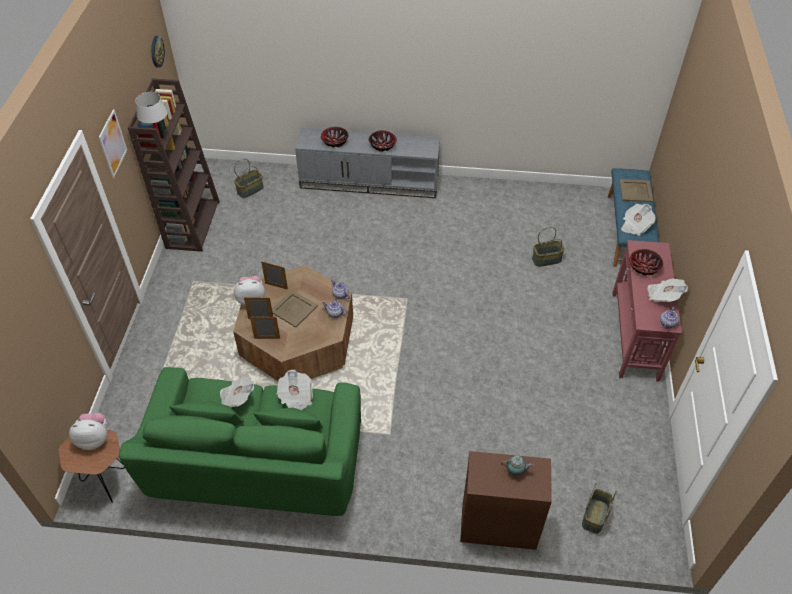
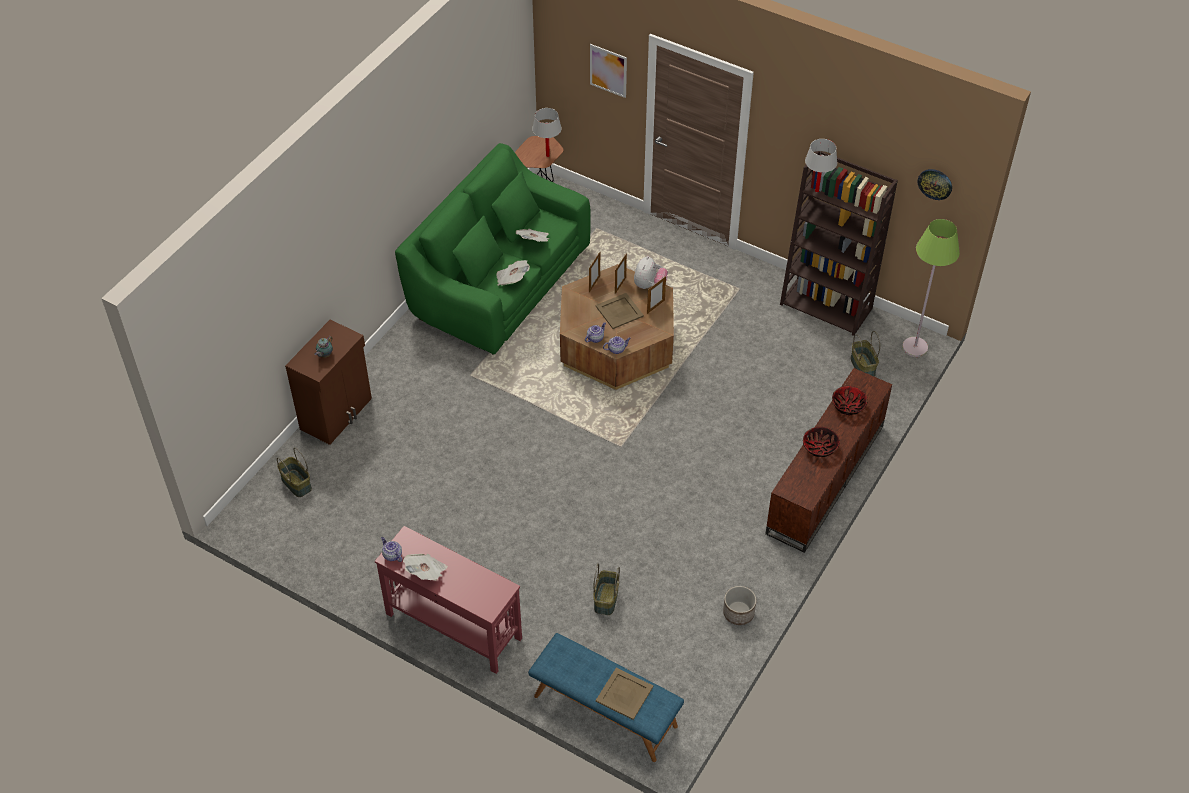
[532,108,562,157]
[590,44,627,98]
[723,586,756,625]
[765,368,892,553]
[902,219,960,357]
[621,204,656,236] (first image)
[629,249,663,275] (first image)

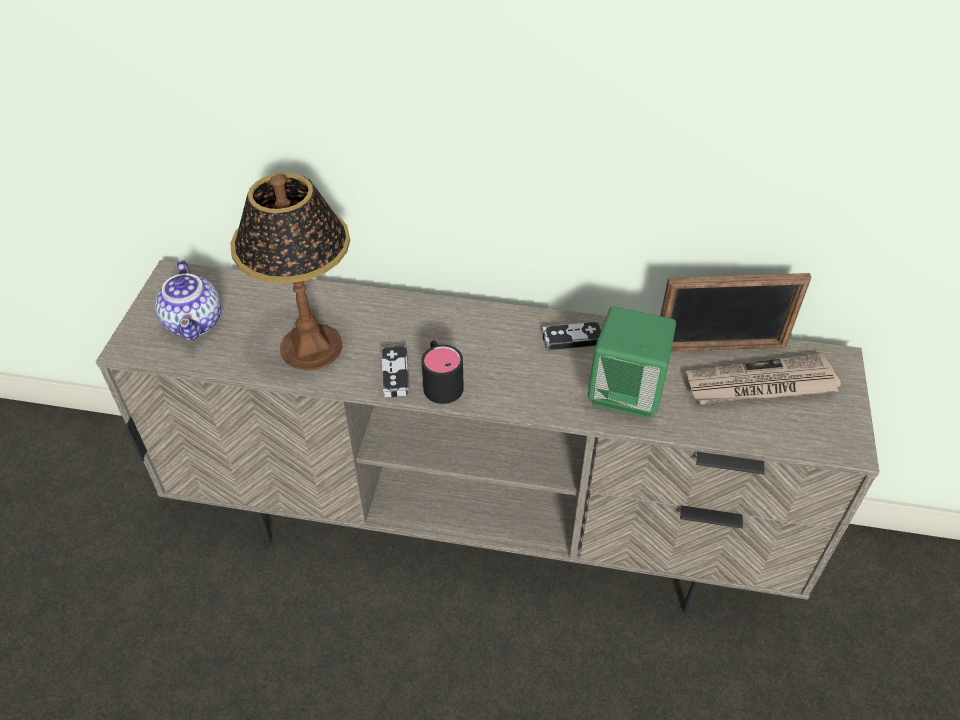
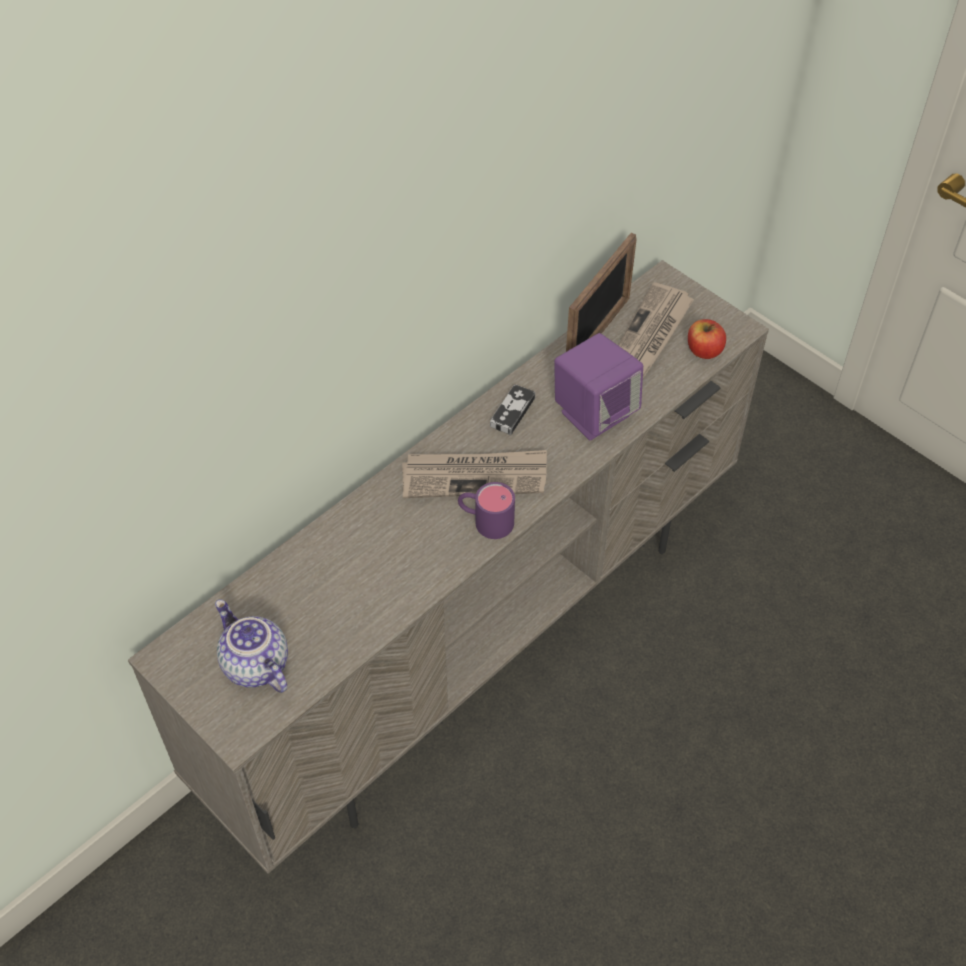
[215,599,288,693]
[402,450,547,498]
[458,482,515,539]
[554,333,643,440]
[688,319,726,359]
[230,173,350,370] (first image)
[381,346,410,397] (first image)

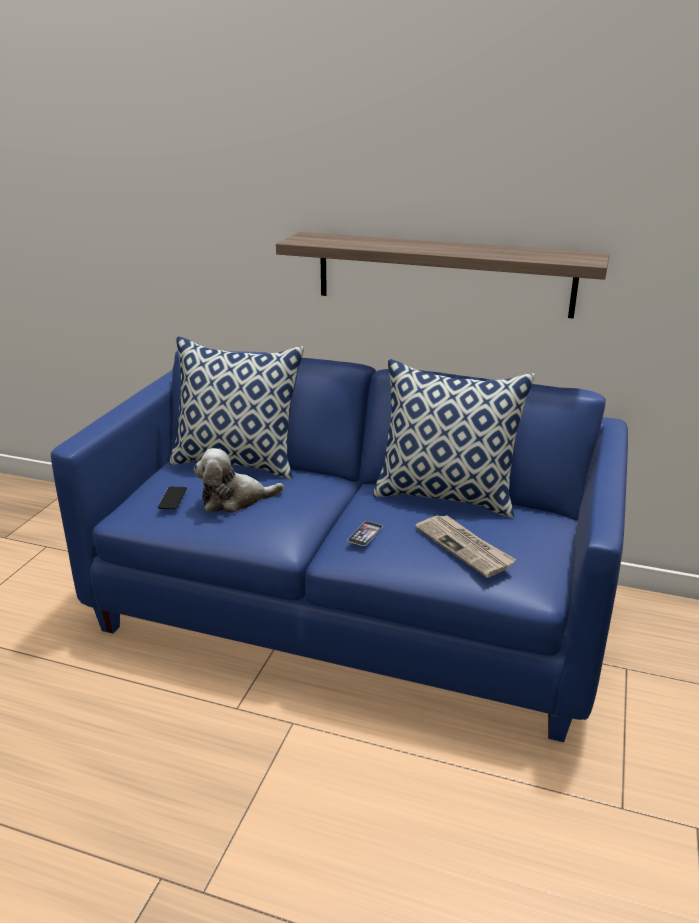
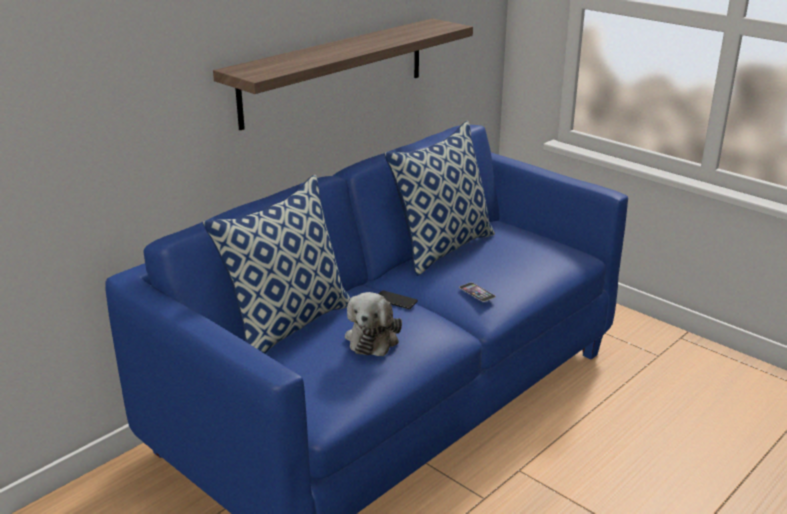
[379,290,418,309]
[415,515,516,578] (first image)

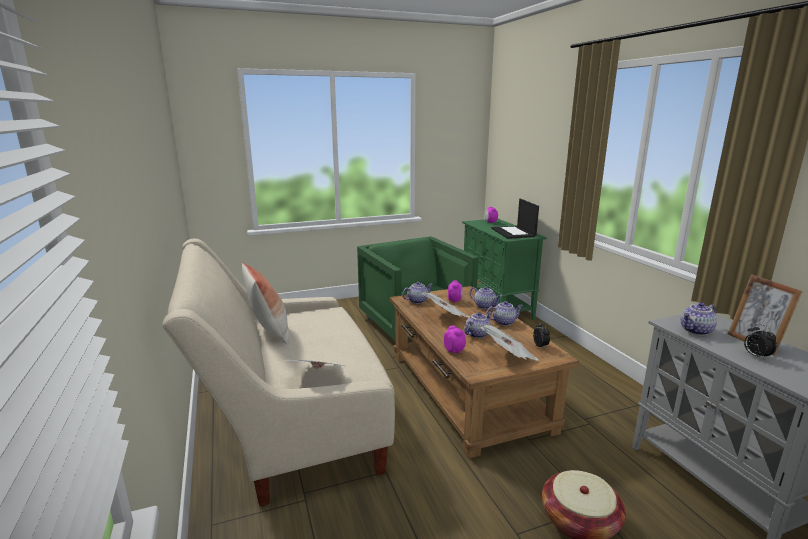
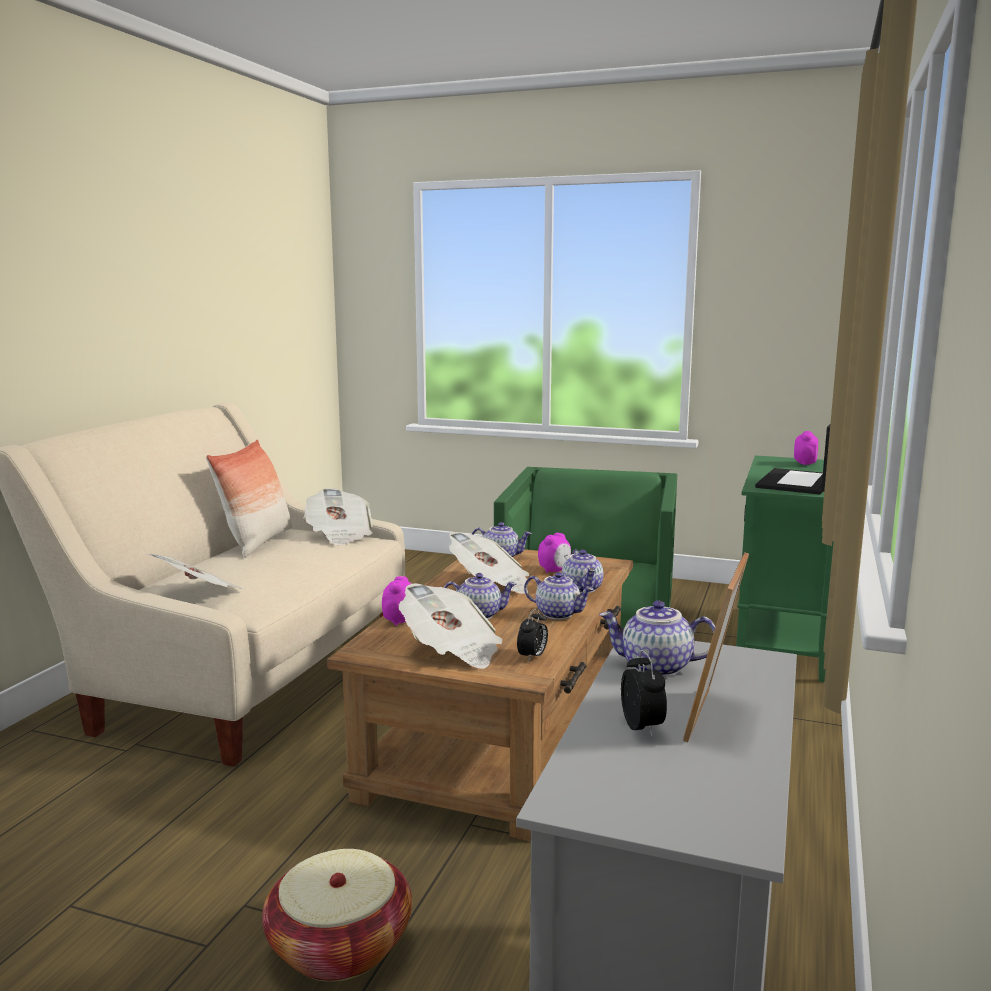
[304,488,372,546]
[621,650,667,738]

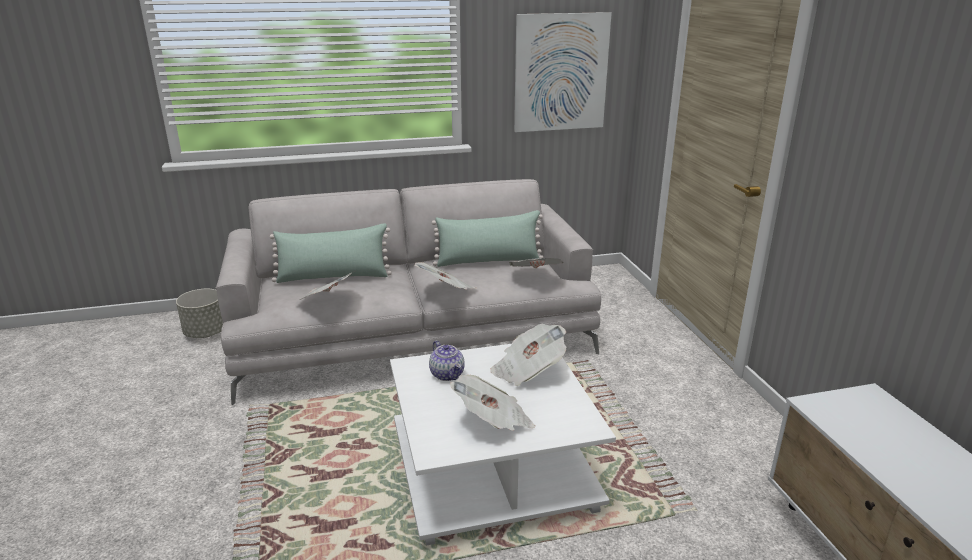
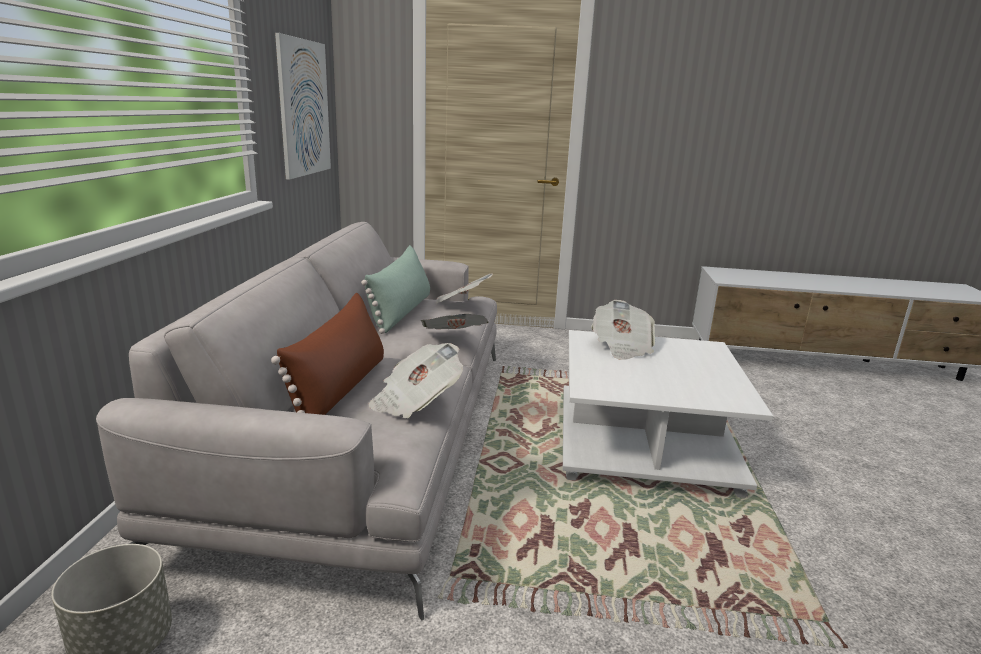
[271,293,384,415]
[429,340,465,381] (first image)
[450,375,536,431] (first image)

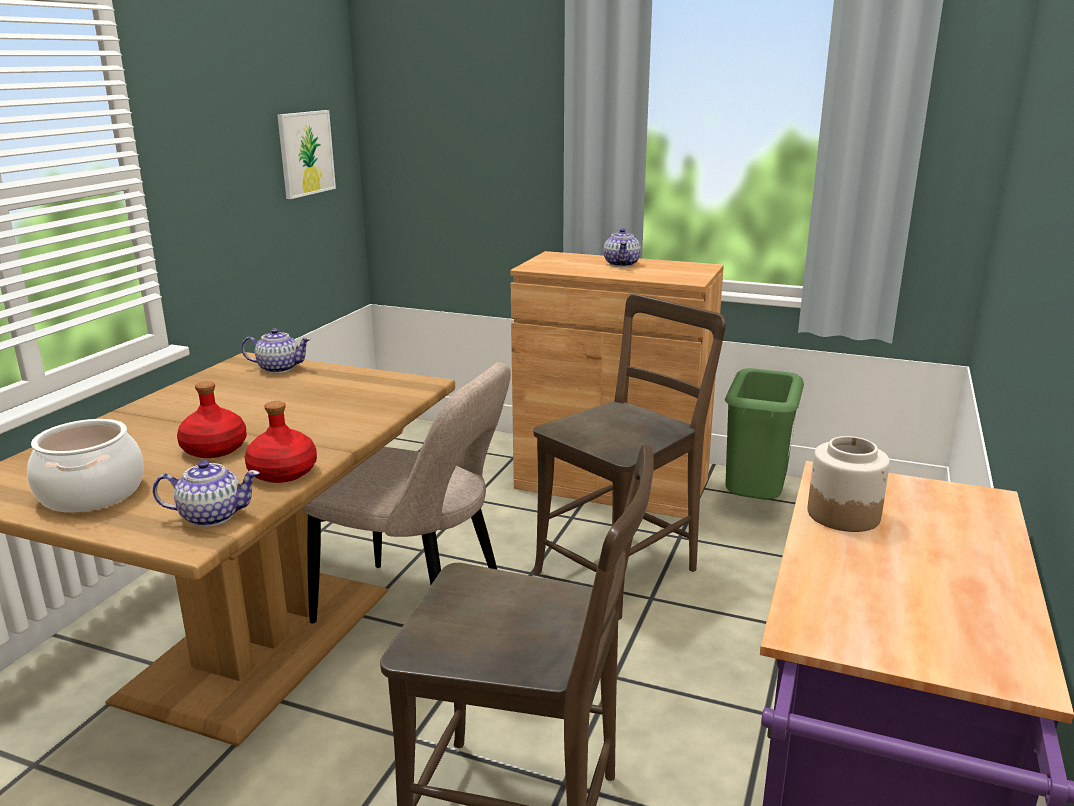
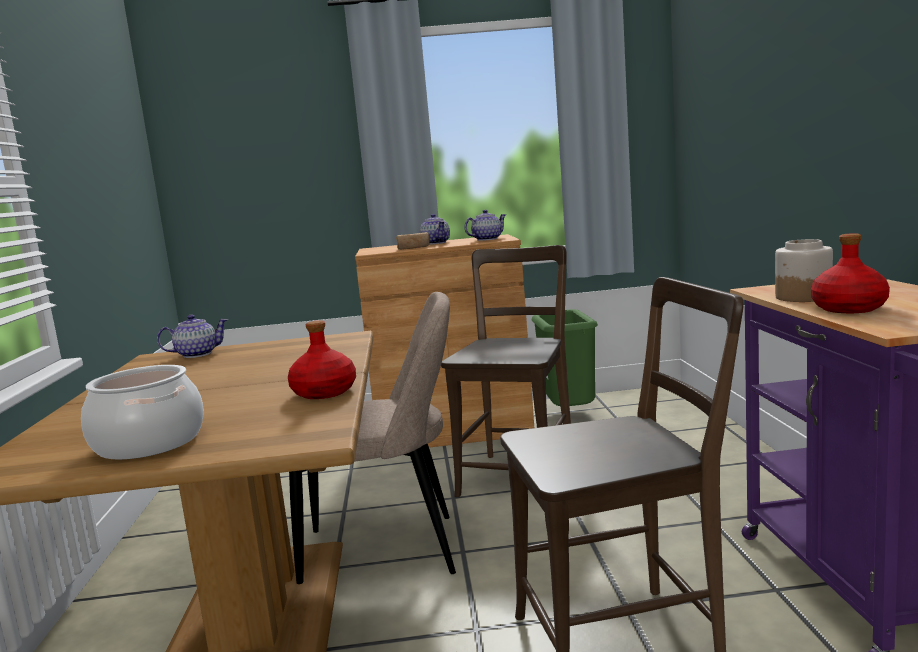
[396,232,430,250]
[464,210,506,241]
[811,233,890,313]
[277,110,336,199] (first image)

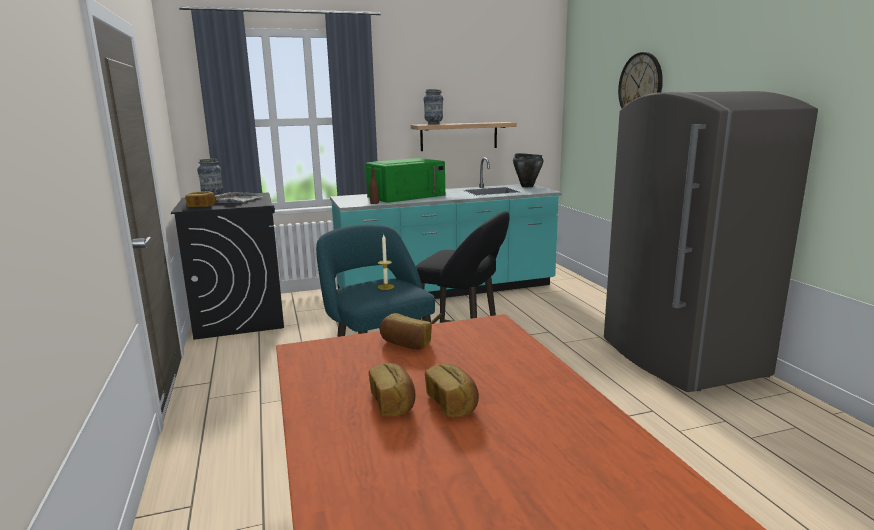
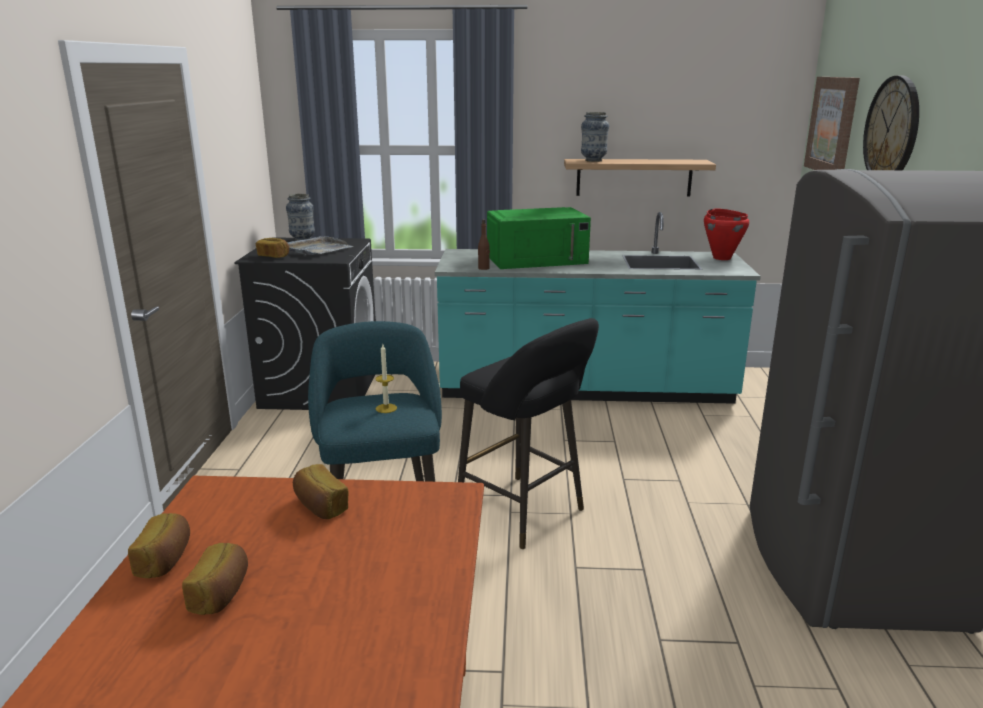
[128,513,190,578]
[704,209,749,260]
[804,77,860,170]

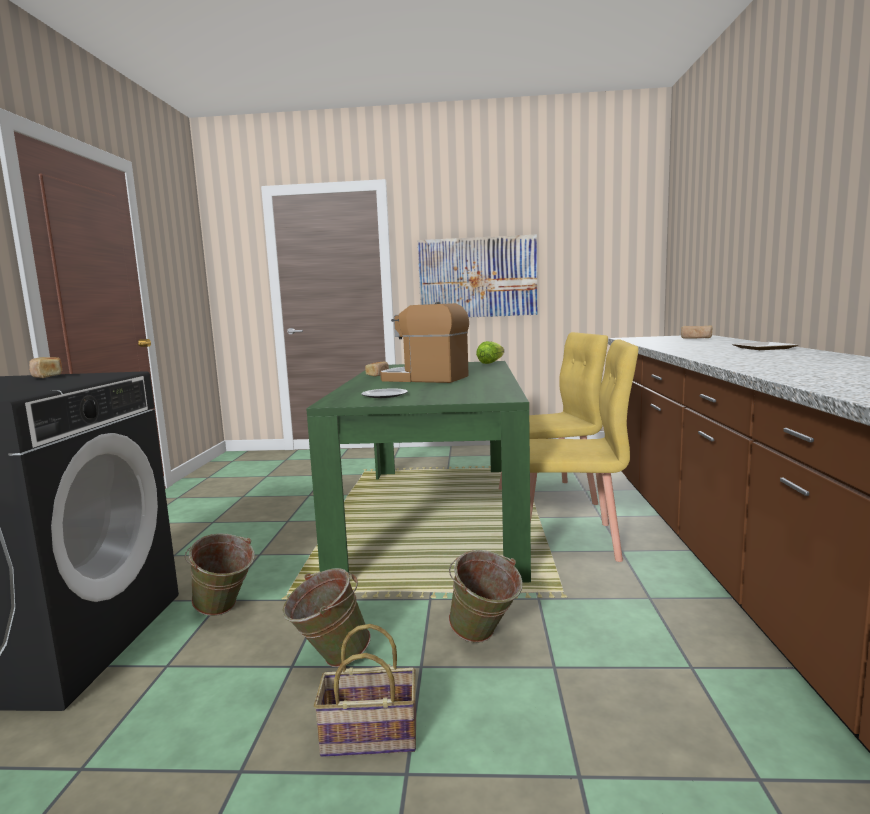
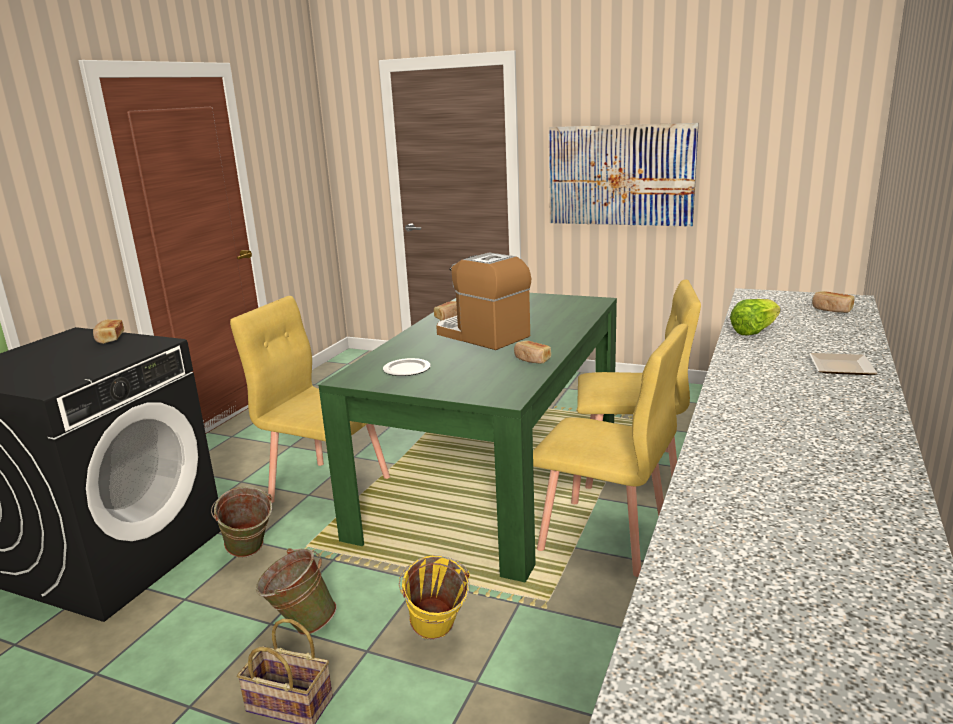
[230,296,390,503]
[399,555,470,640]
[514,340,551,364]
[730,299,781,335]

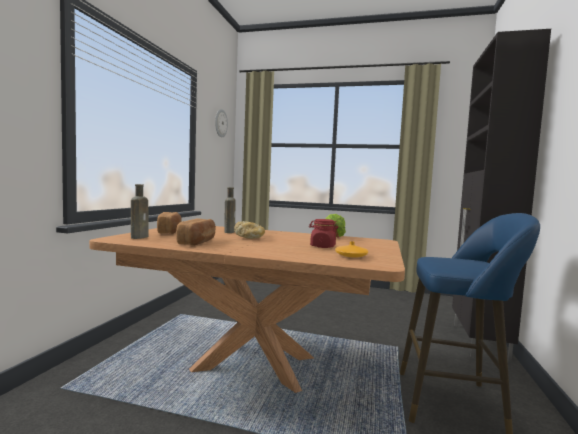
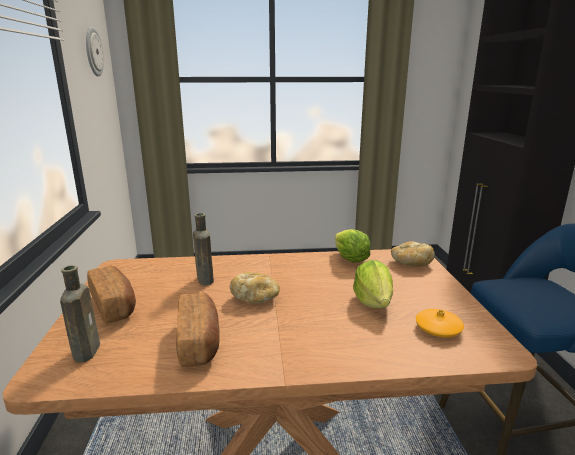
[353,260,393,309]
[391,241,435,266]

